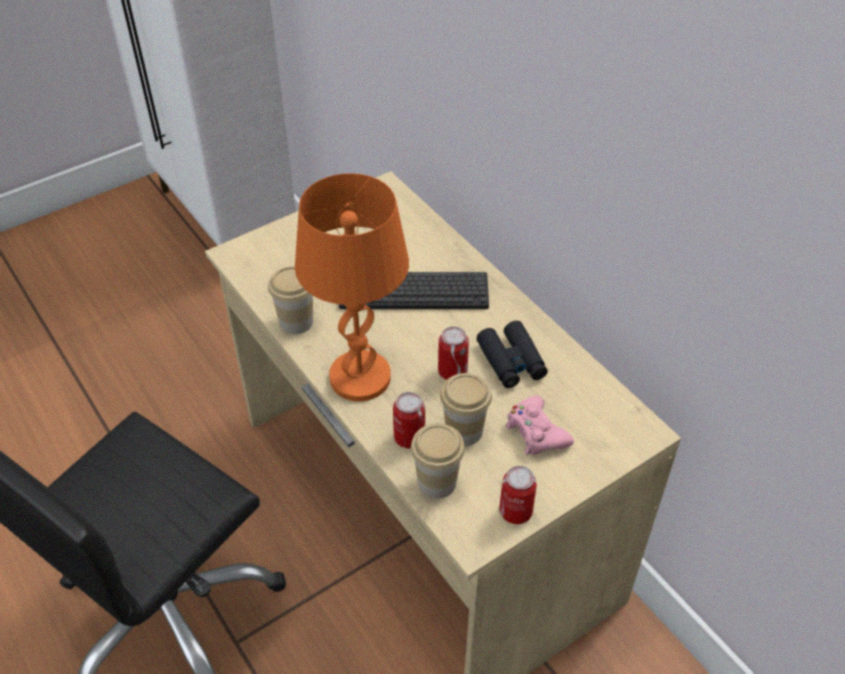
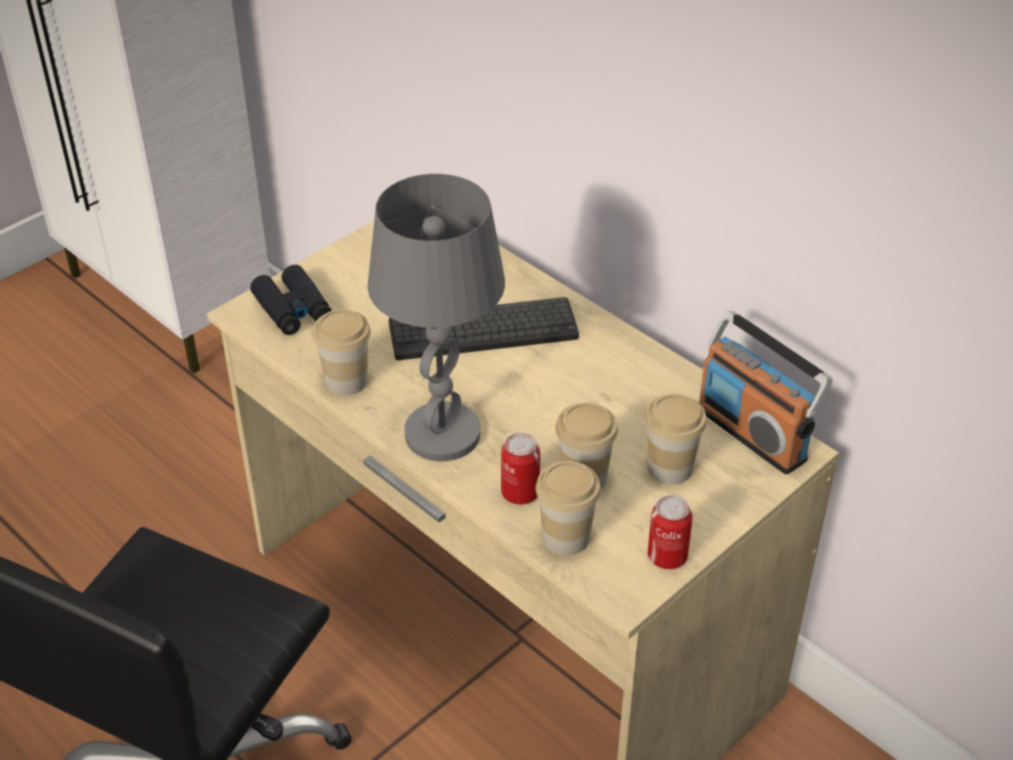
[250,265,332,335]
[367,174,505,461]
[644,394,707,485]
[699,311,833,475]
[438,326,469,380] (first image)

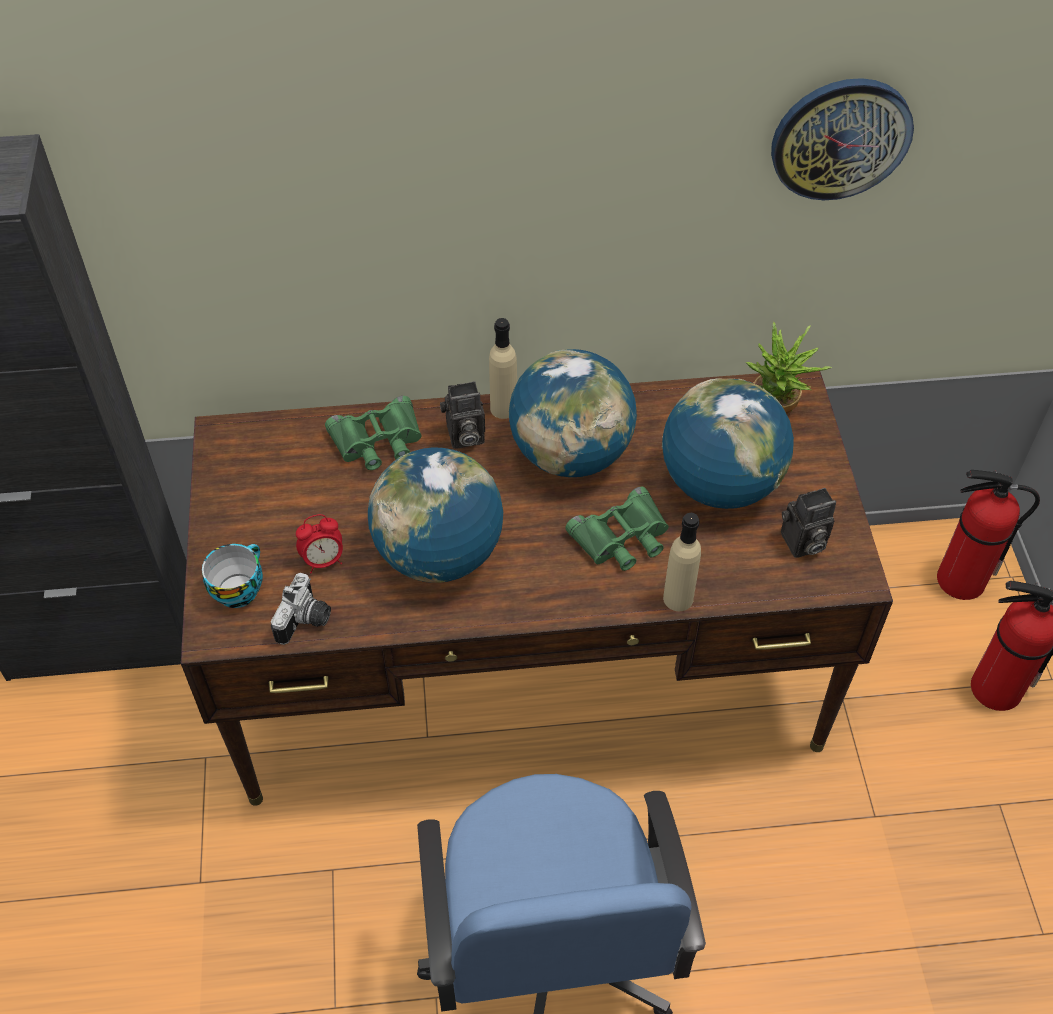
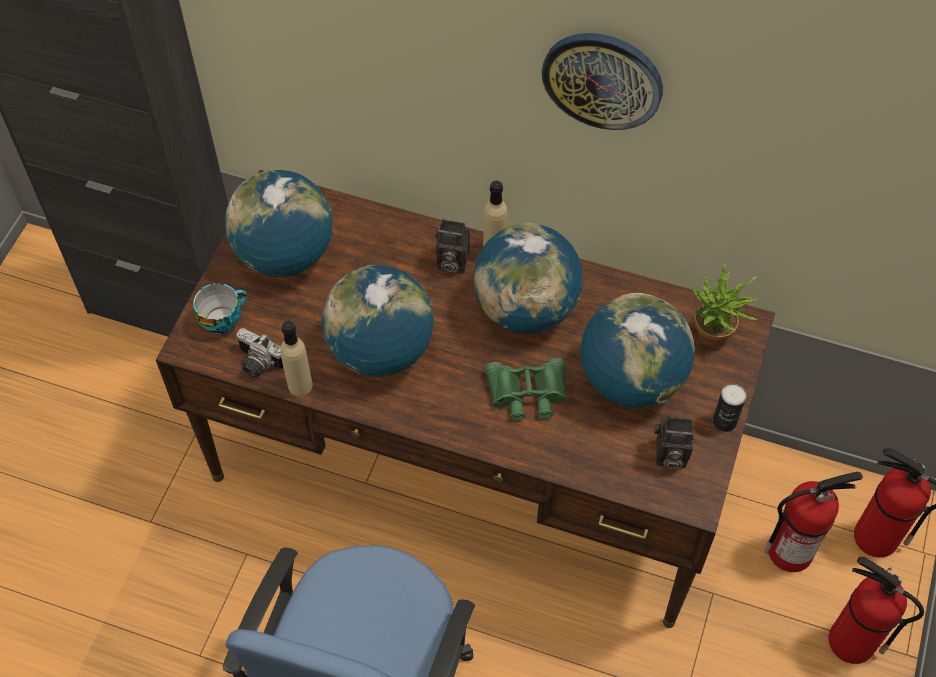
[225,170,332,277]
[236,328,284,378]
[280,321,313,396]
[542,33,663,130]
[713,384,746,432]
[764,472,863,572]
[296,514,343,573] (first image)
[325,396,422,470] (first image)

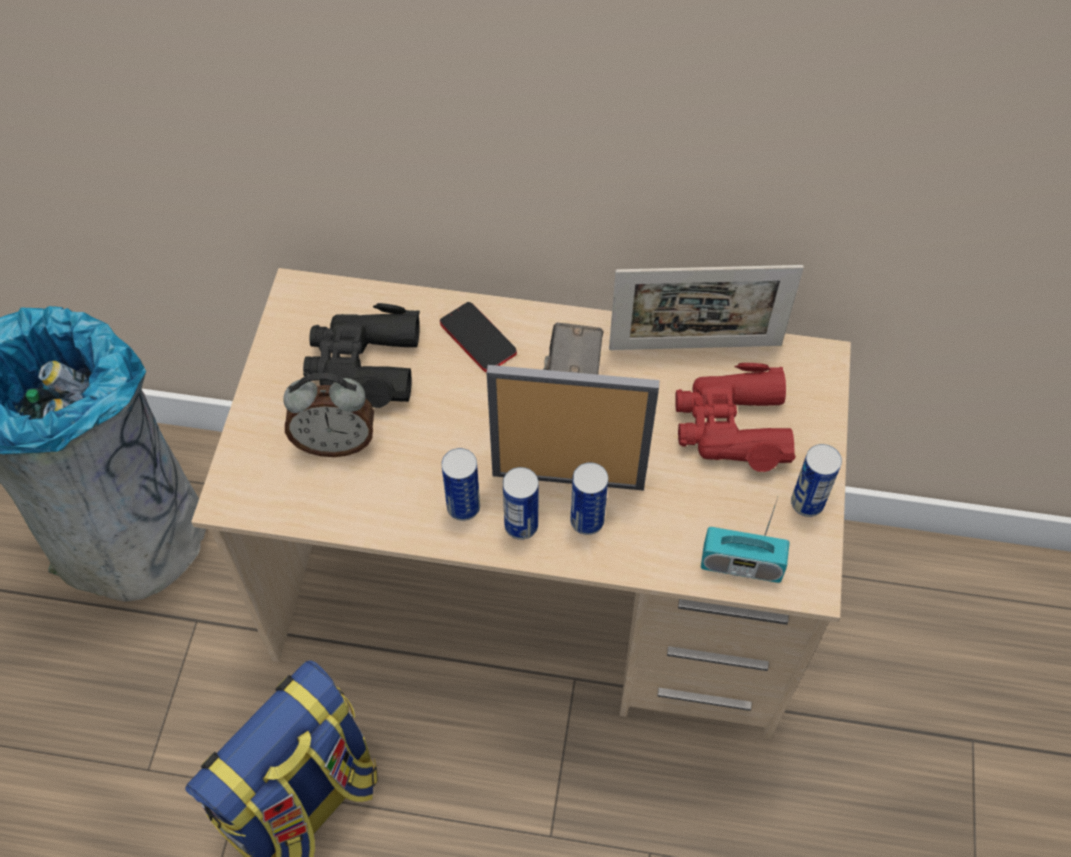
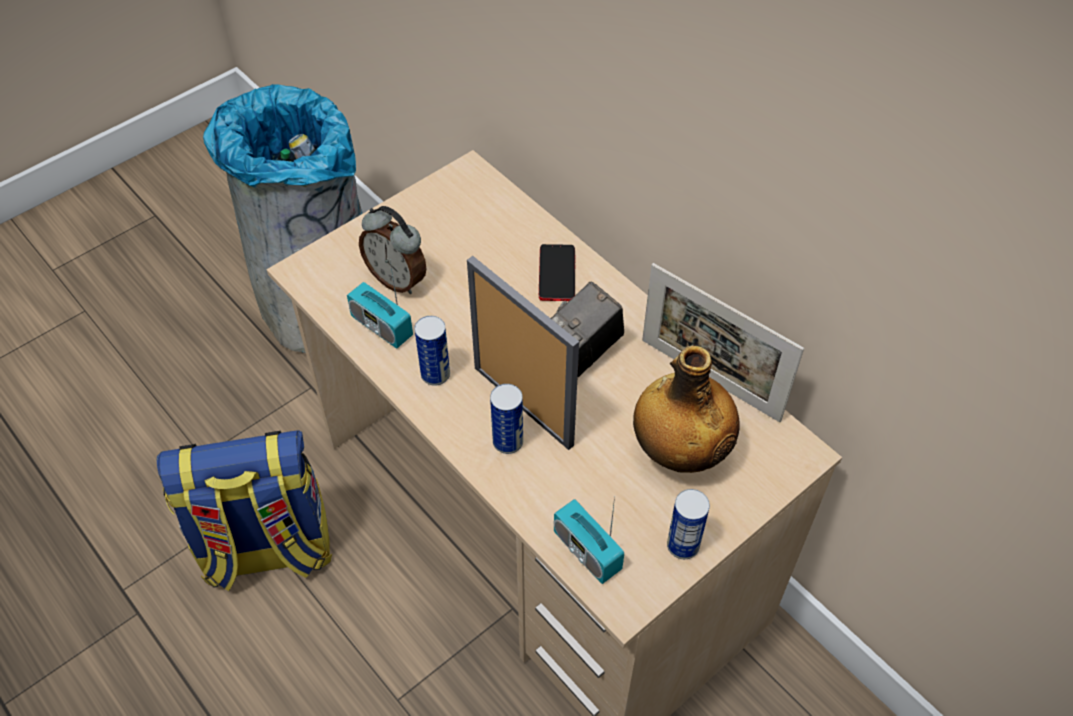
[347,261,413,348]
[633,345,740,473]
[303,303,420,408] (first image)
[503,467,538,540] (first image)

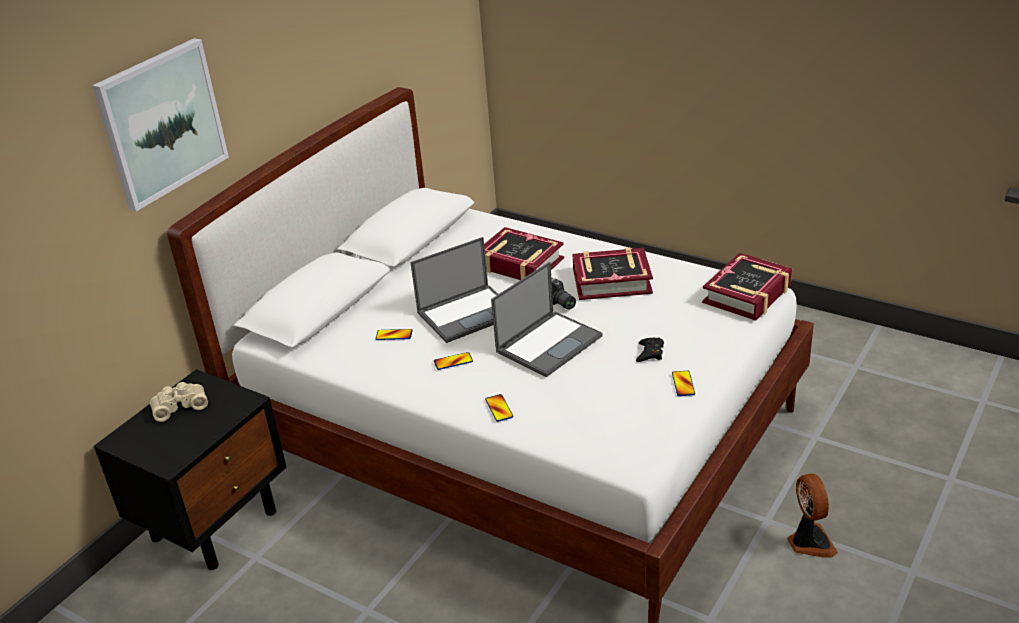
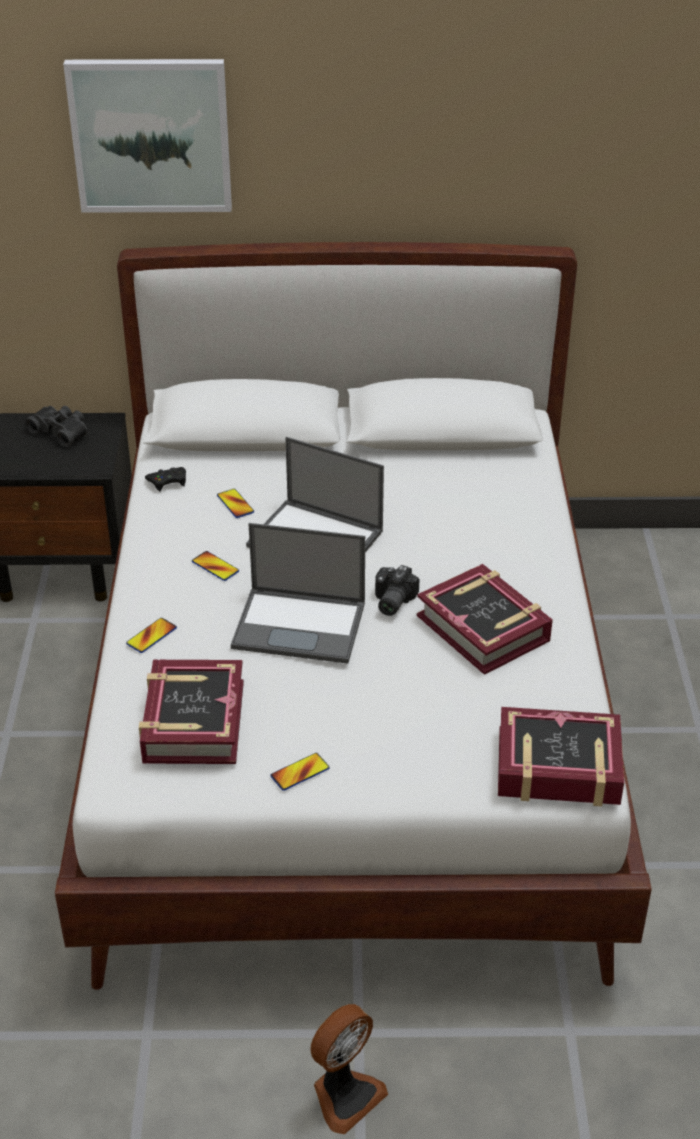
[25,406,87,448]
[139,660,244,764]
[145,467,186,492]

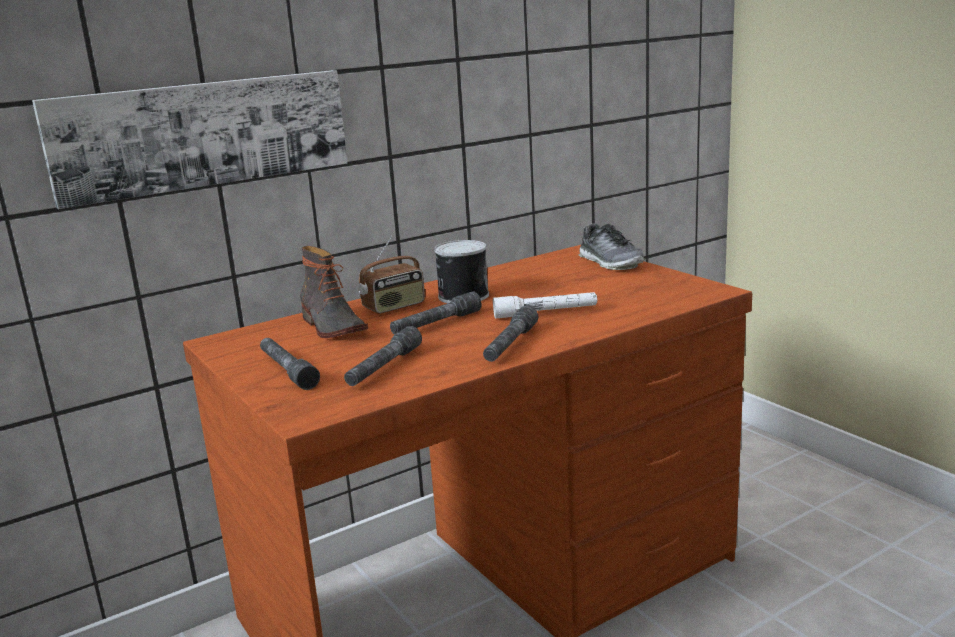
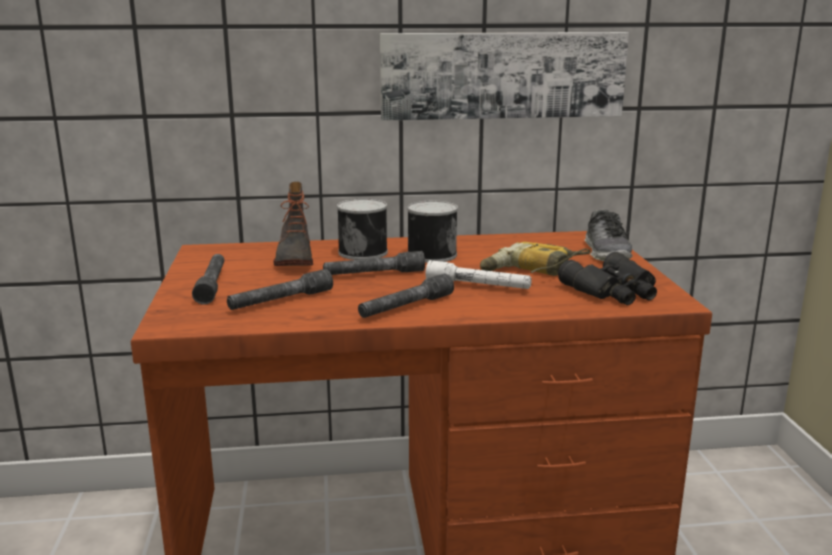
[337,199,388,260]
[380,32,629,121]
[480,242,590,276]
[558,252,657,305]

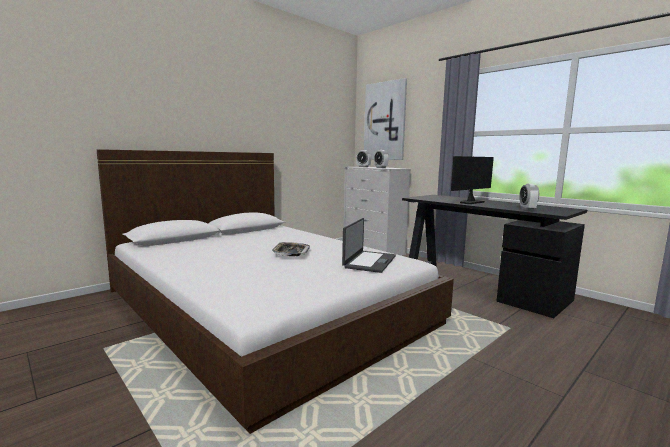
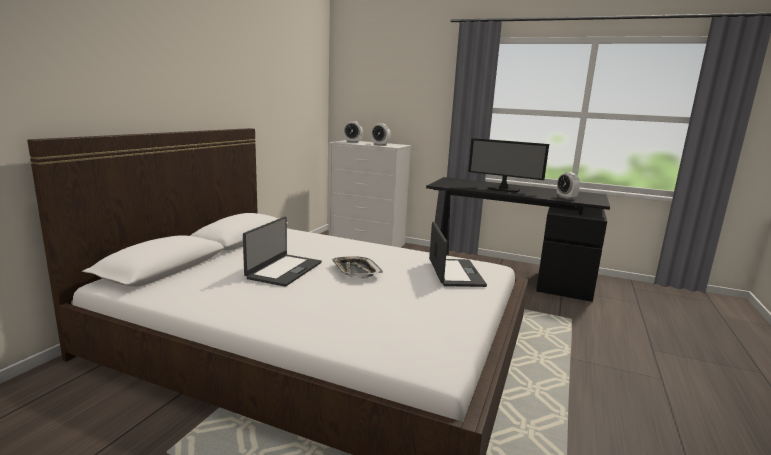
[243,217,322,287]
[468,138,549,192]
[364,78,407,160] (first image)

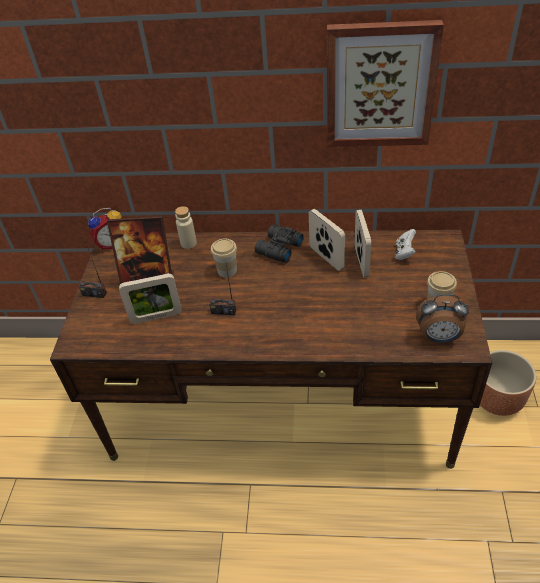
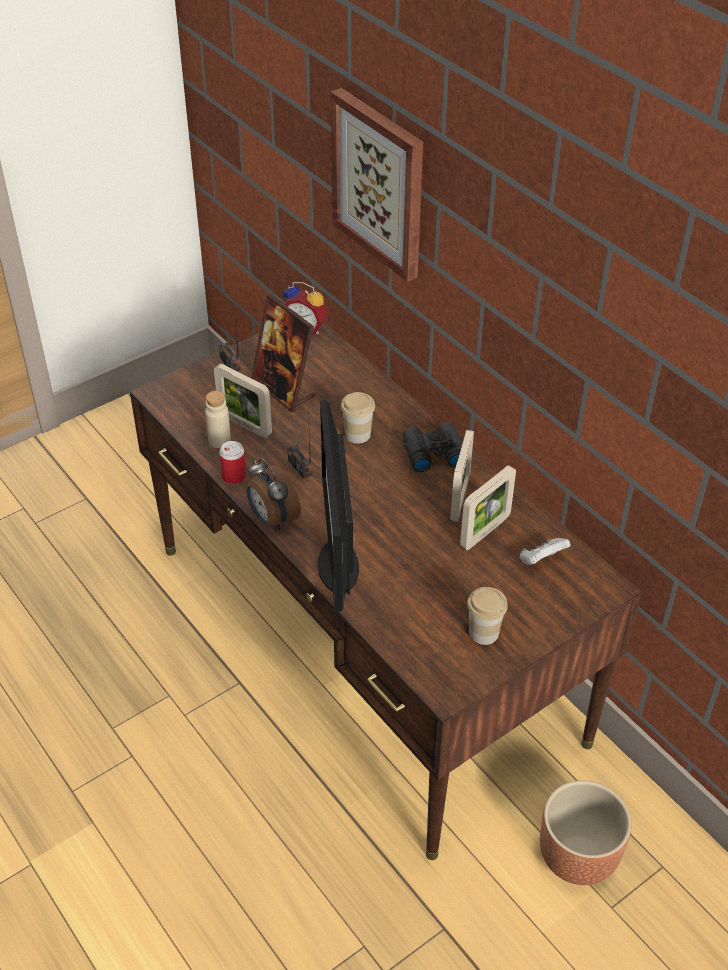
[205,391,231,448]
[219,441,246,485]
[247,458,301,530]
[318,400,359,612]
[331,88,423,282]

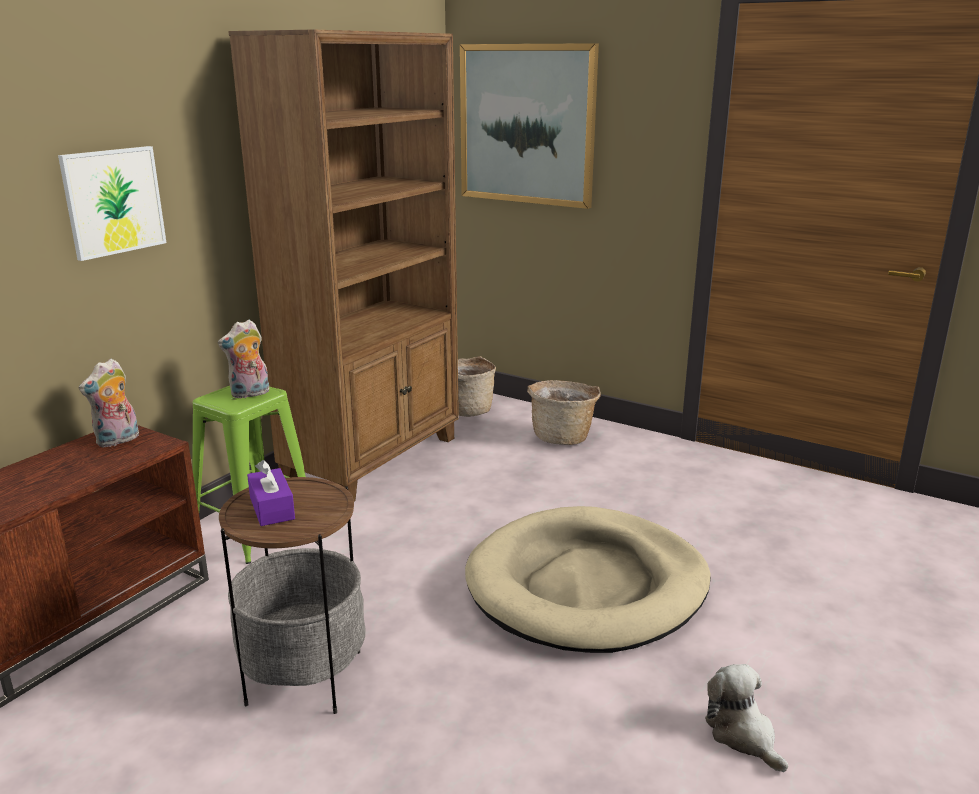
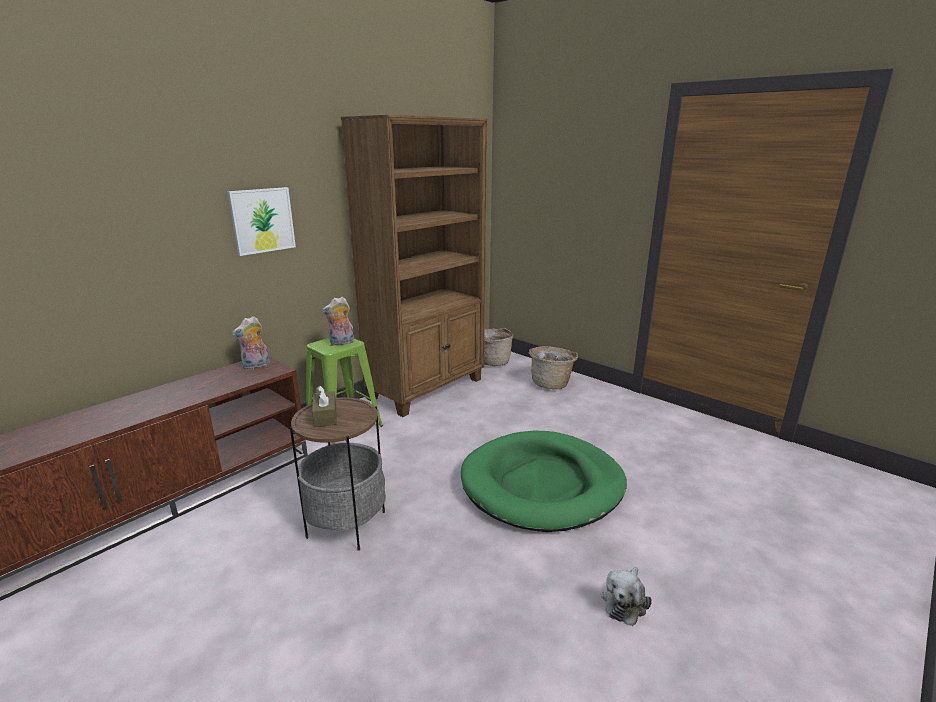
[312,385,337,427]
[461,431,627,532]
[601,567,652,626]
[460,43,599,209] (first image)

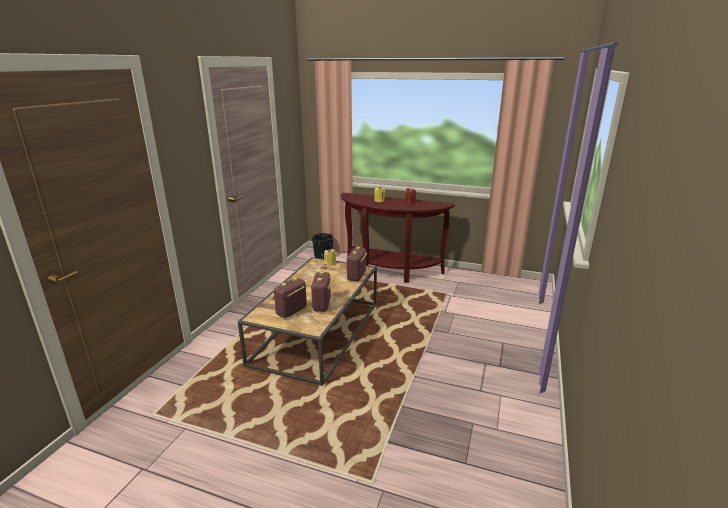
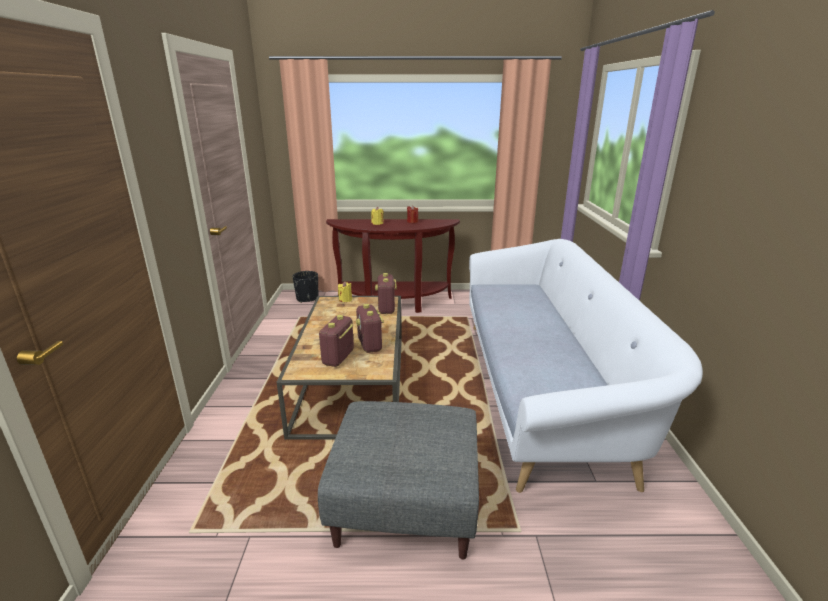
[318,401,479,559]
[469,239,703,493]

